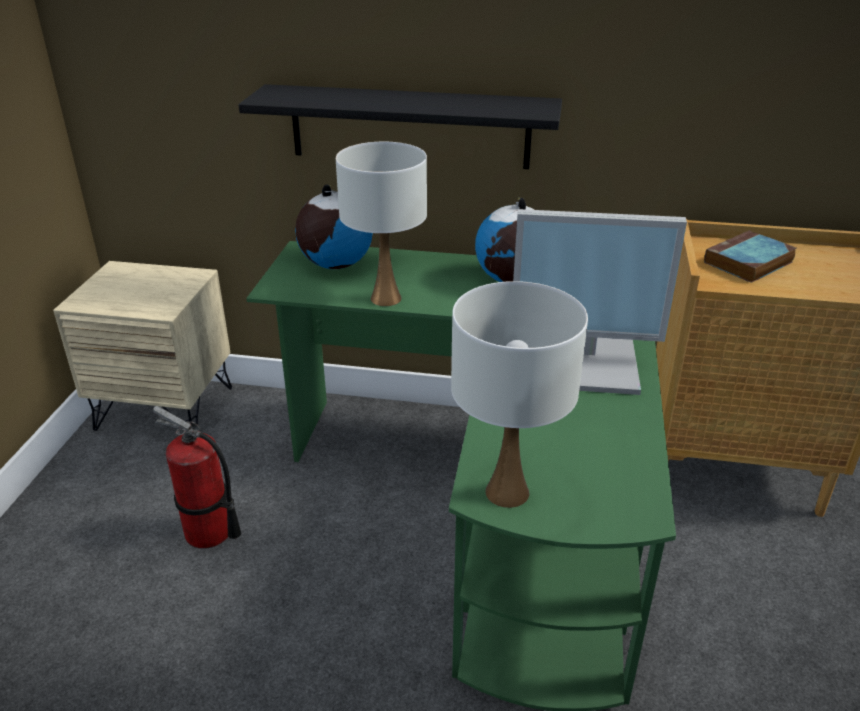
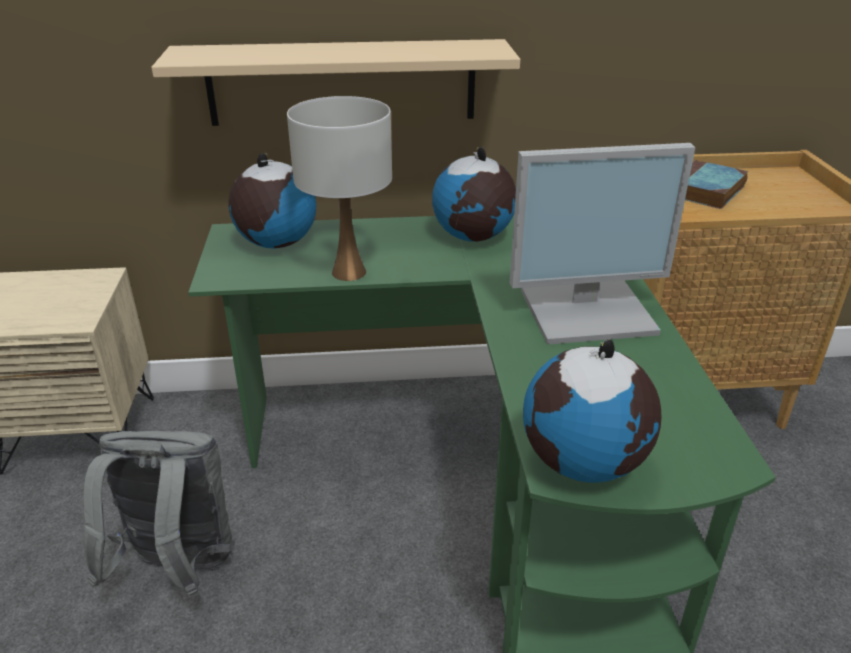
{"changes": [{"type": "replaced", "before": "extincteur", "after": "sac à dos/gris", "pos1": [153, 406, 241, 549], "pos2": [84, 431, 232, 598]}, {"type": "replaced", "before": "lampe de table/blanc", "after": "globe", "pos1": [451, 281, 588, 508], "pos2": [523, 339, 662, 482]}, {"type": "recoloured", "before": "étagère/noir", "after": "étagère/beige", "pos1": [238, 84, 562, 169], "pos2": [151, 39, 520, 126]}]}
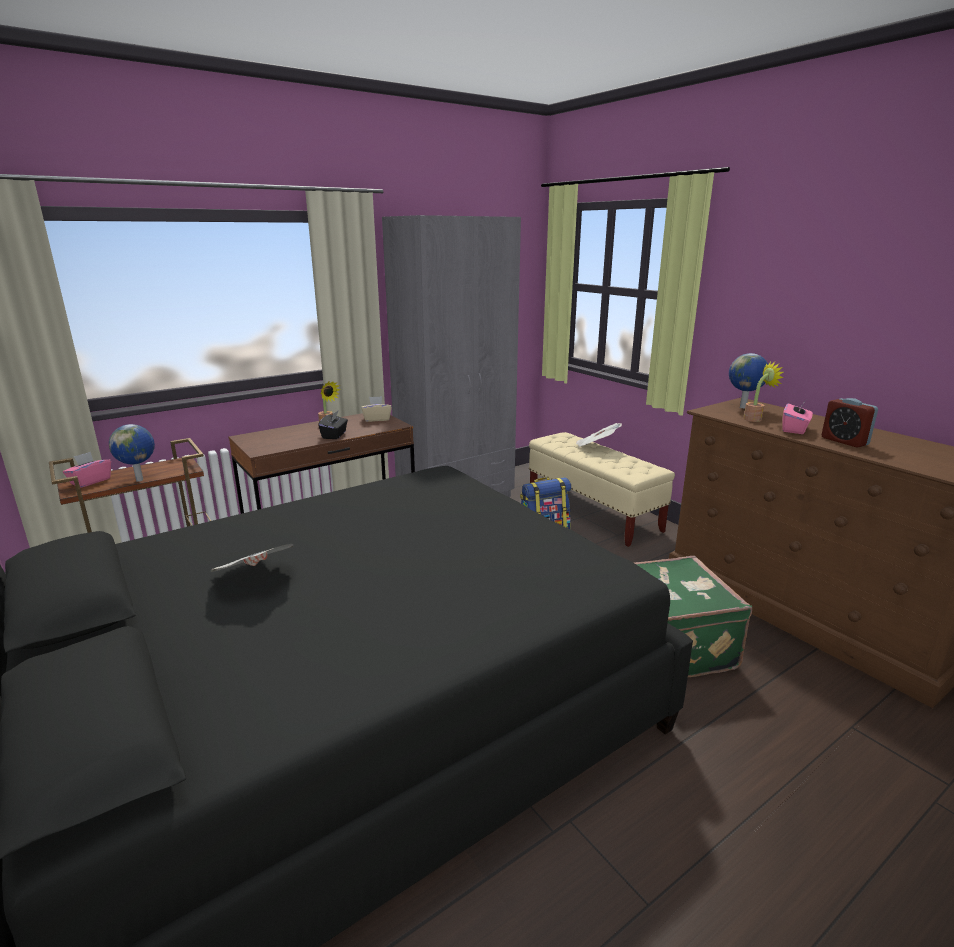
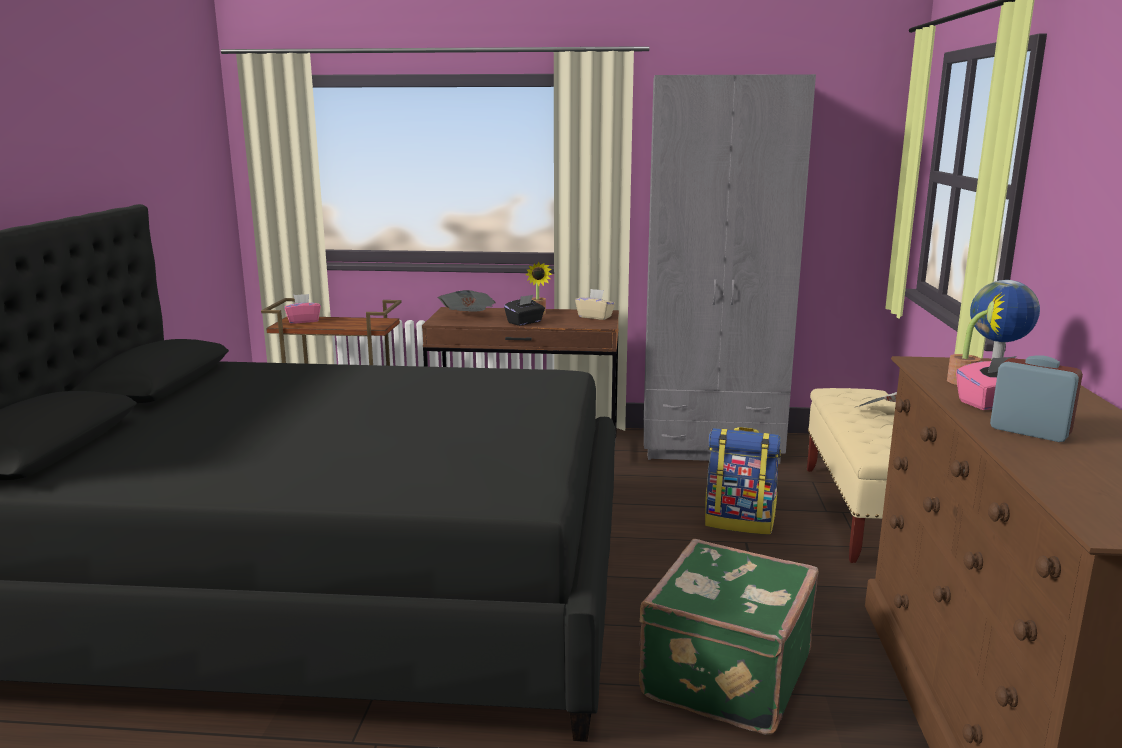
{"changes": [{"type": "removed", "before": "globe", "pos1": [109, 424, 155, 482]}, {"type": "moved", "before": "journal", "pos1": [210, 544, 294, 572], "pos2": [437, 290, 496, 312]}, {"type": "turned", "before": "réveil", "pos1": [822, 398, 878, 448], "pos2": [990, 355, 1083, 442], "turn": 120}]}
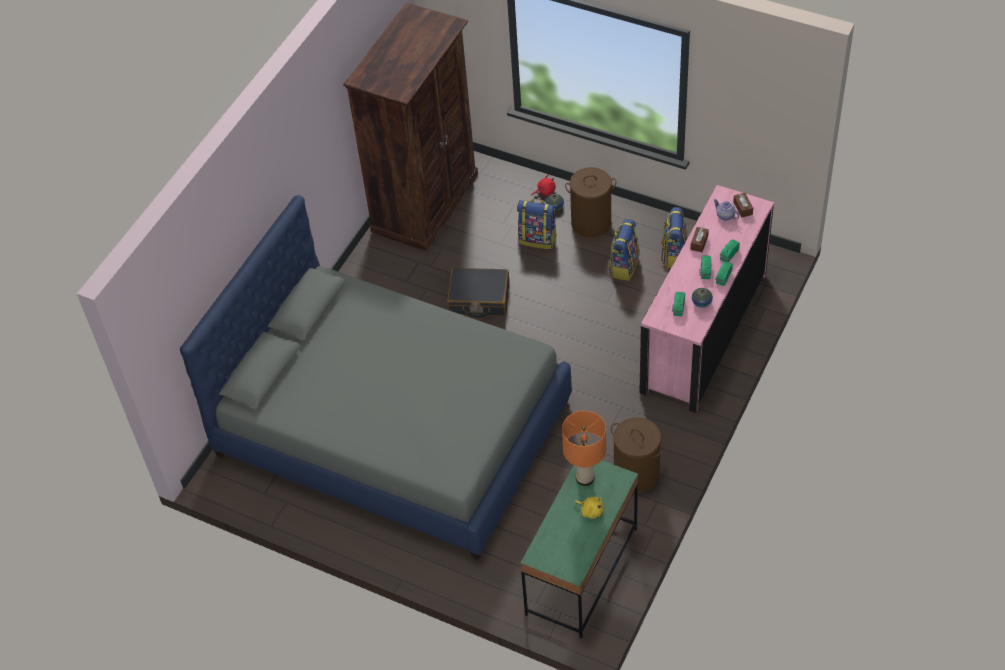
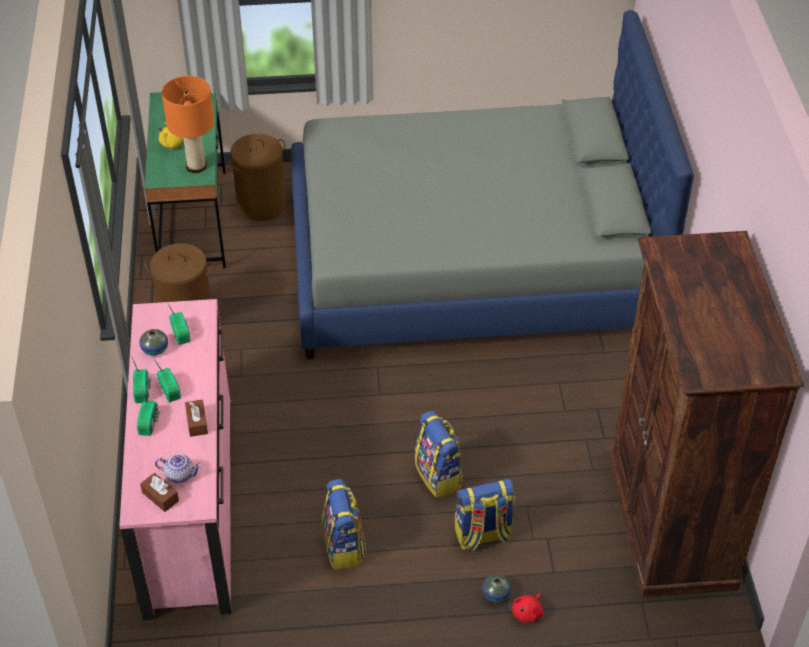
{"changes": [{"type": "removed", "before": "valise/noir", "pos1": [447, 267, 510, 318]}, {"type": "moved", "before": "panier à linge/marron", "pos1": [565, 167, 617, 237], "pos2": [228, 134, 286, 221]}, {"type": "moved", "before": "sac à dos", "pos1": [661, 207, 688, 268], "pos2": [415, 411, 463, 498]}]}
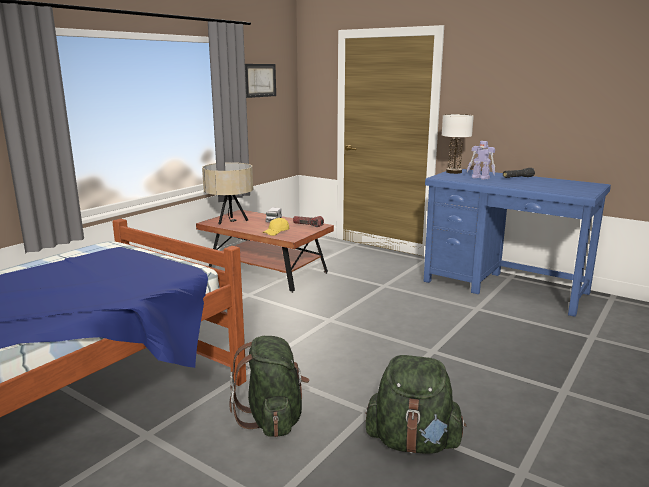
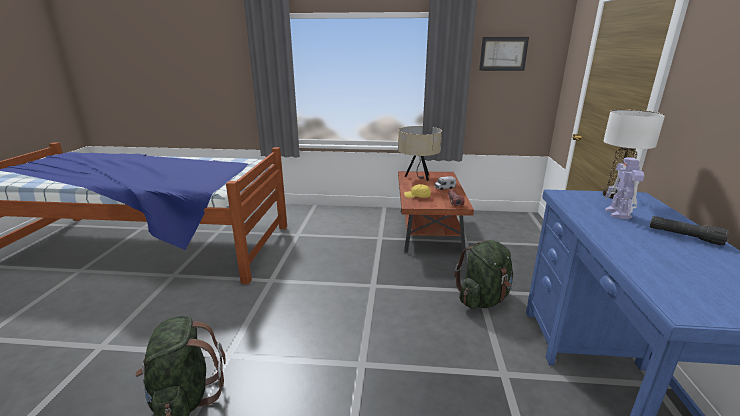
{"changes": [{"type": "moved", "before": "sac à dos/vert", "pos1": [229, 336, 309, 437], "pos2": [454, 240, 513, 309]}]}
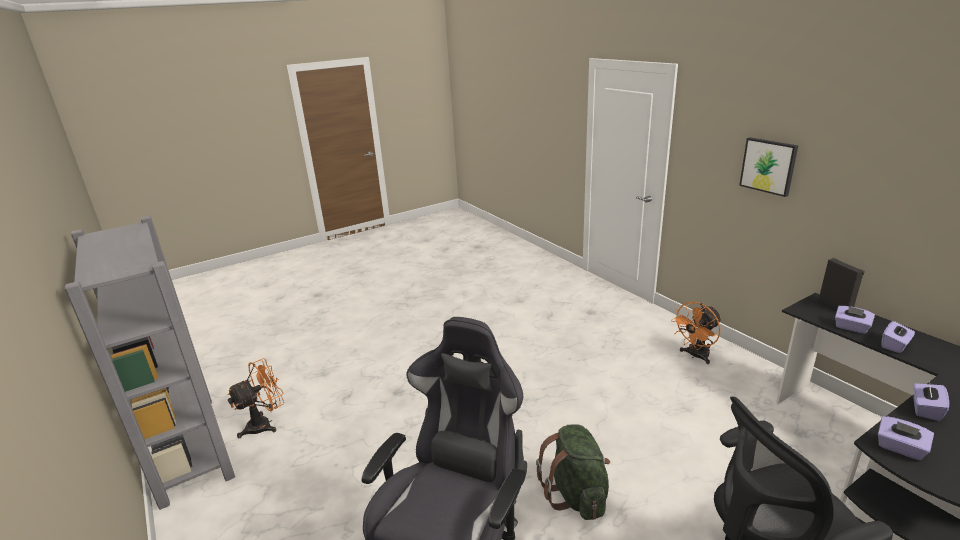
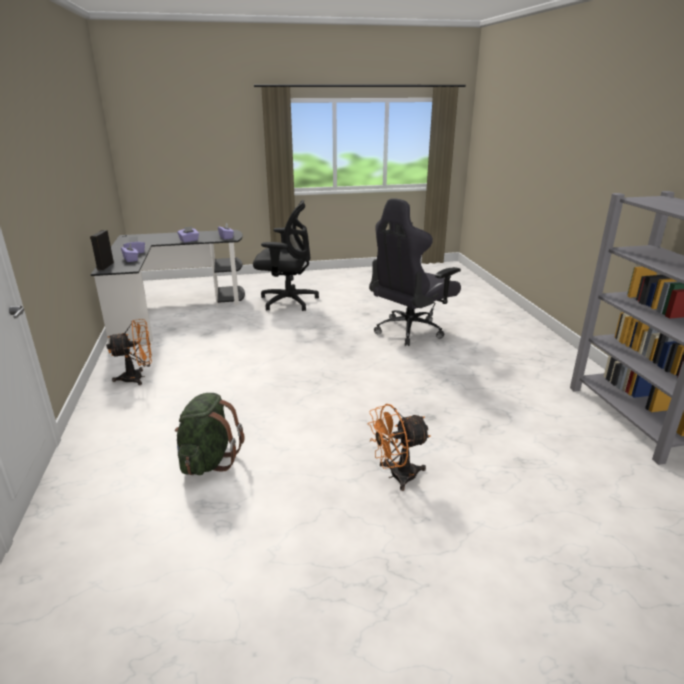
{"changes": [{"type": "removed", "before": "tableau", "pos1": [739, 137, 798, 197]}, {"type": "moved", "before": "ventilateur/orange", "pos1": [227, 358, 284, 438], "pos2": [368, 404, 430, 491]}, {"type": "moved", "before": "sac à dos/vert", "pos1": [536, 424, 610, 520], "pos2": [175, 393, 245, 475]}]}
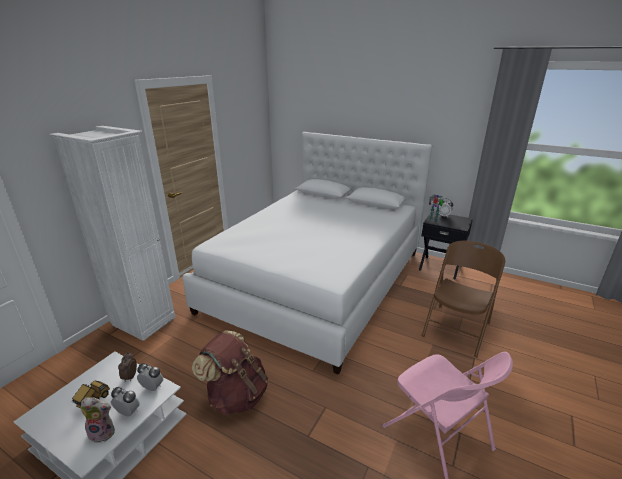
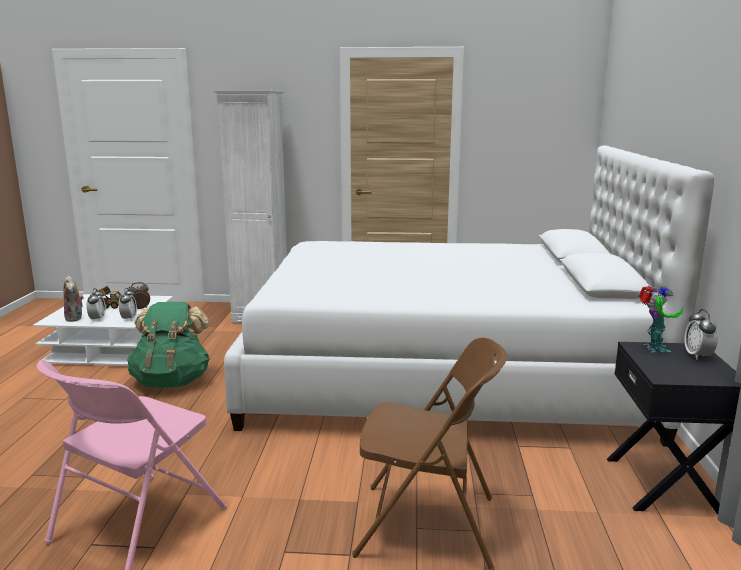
{"changes": [{"type": "recoloured", "before": "sac à dos/marron", "after": "sac à dos/vert", "pos1": [192, 331, 268, 416], "pos2": [127, 302, 210, 388]}]}
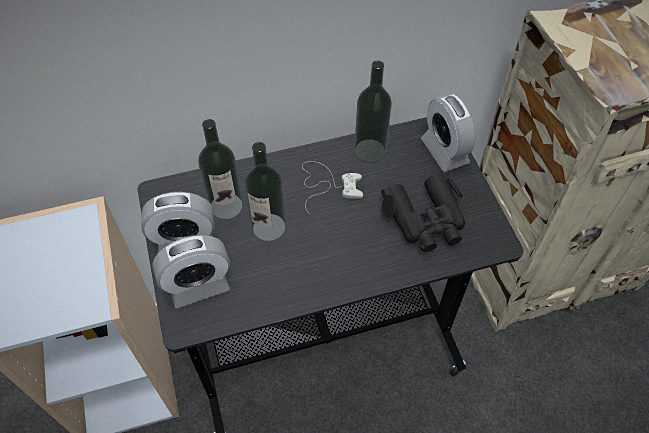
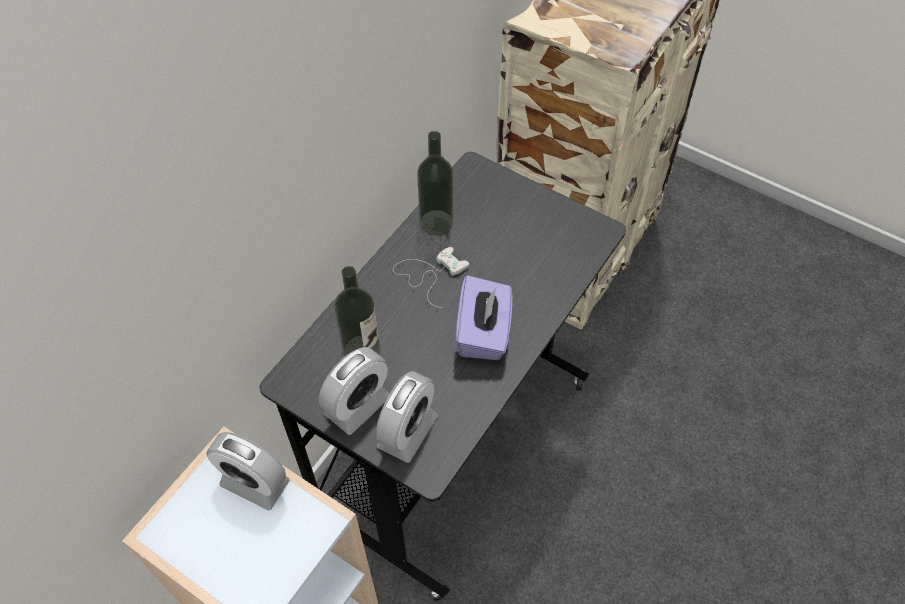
{"changes": [{"type": "removed", "before": "bouteille", "pos1": [245, 142, 286, 242]}, {"type": "removed", "before": "jumelles/noir", "pos1": [381, 173, 465, 252]}, {"type": "added", "after": "boîte à mouchoirs/violet", "pos2": [455, 275, 512, 360]}, {"type": "moved", "before": "réveil", "pos1": [421, 93, 476, 172], "pos2": [206, 432, 290, 511]}]}
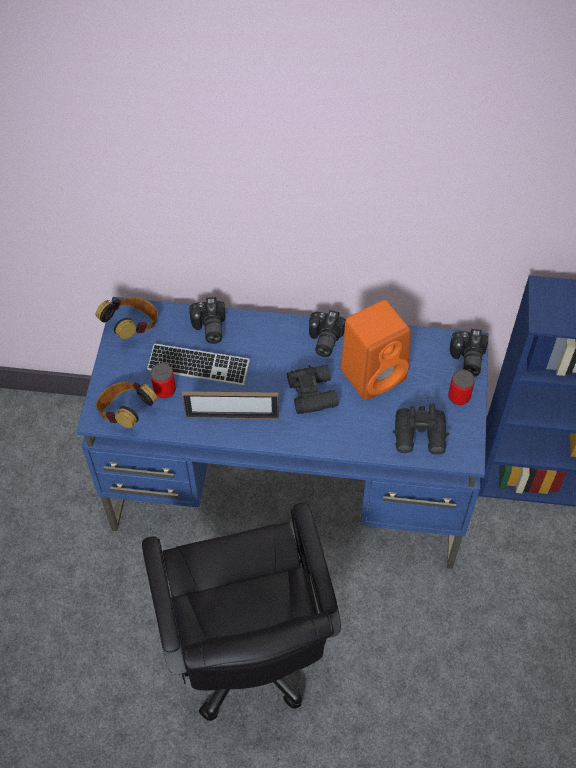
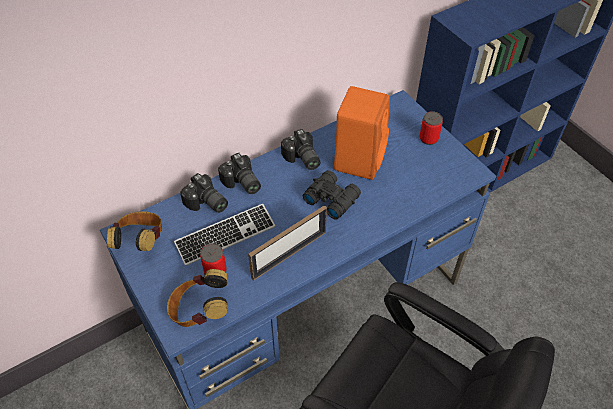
{"changes": [{"type": "removed", "before": "jumelles/noir", "pos1": [393, 404, 449, 455]}, {"type": "moved", "before": "appareil photo", "pos1": [450, 329, 488, 377], "pos2": [218, 153, 261, 194]}]}
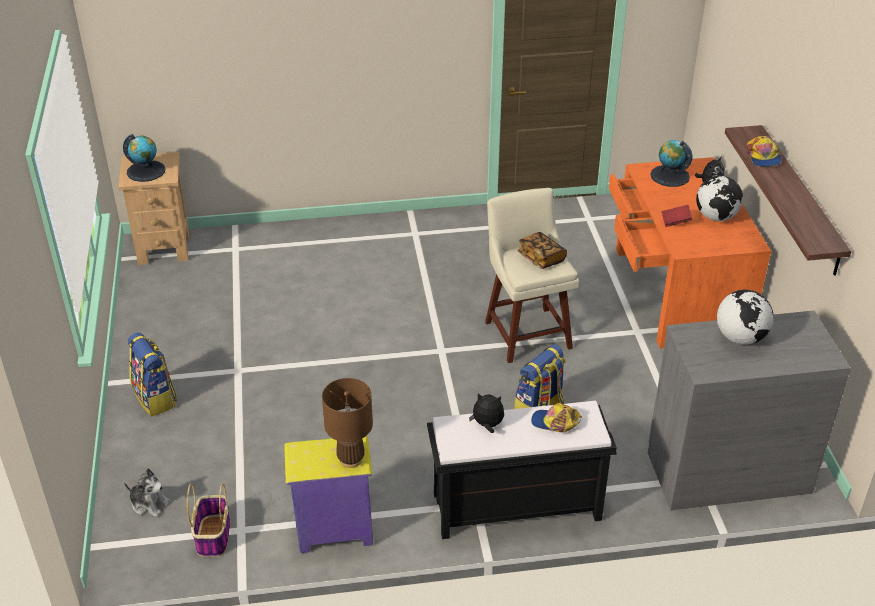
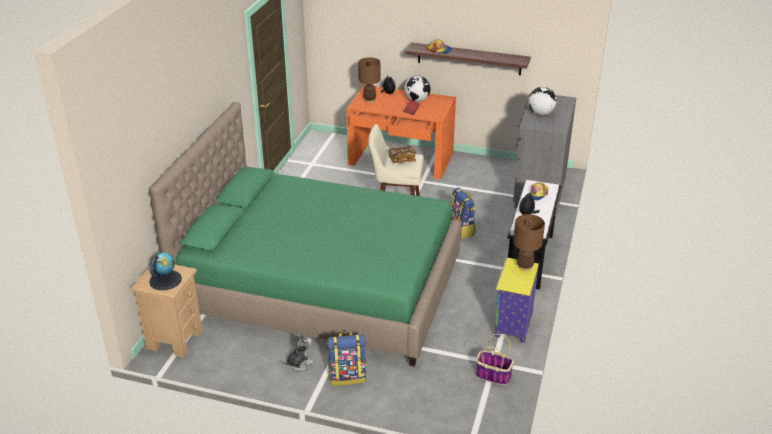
{"changes": [{"type": "added", "after": "lit/vert", "pos2": [149, 102, 461, 366]}, {"type": "moved", "before": "peluche", "pos1": [124, 468, 171, 517], "pos2": [284, 335, 313, 371]}, {"type": "replaced", "before": "globe", "after": "lampe de table/marron", "pos1": [650, 140, 692, 187], "pos2": [358, 57, 381, 103]}]}
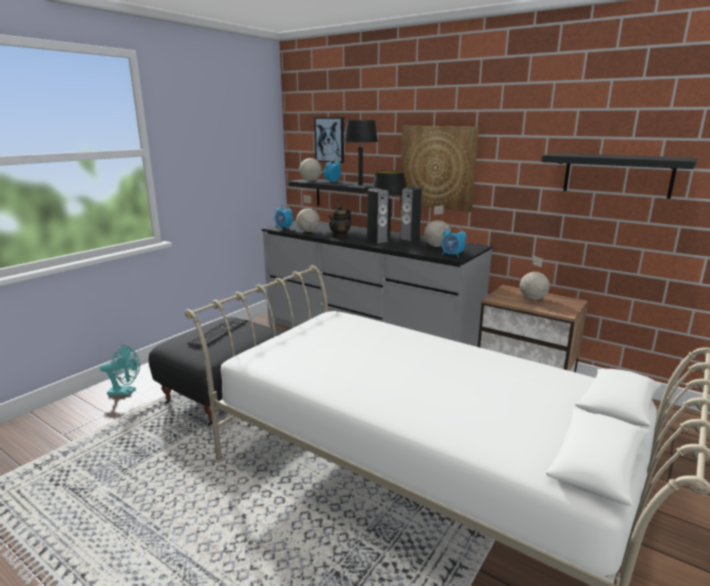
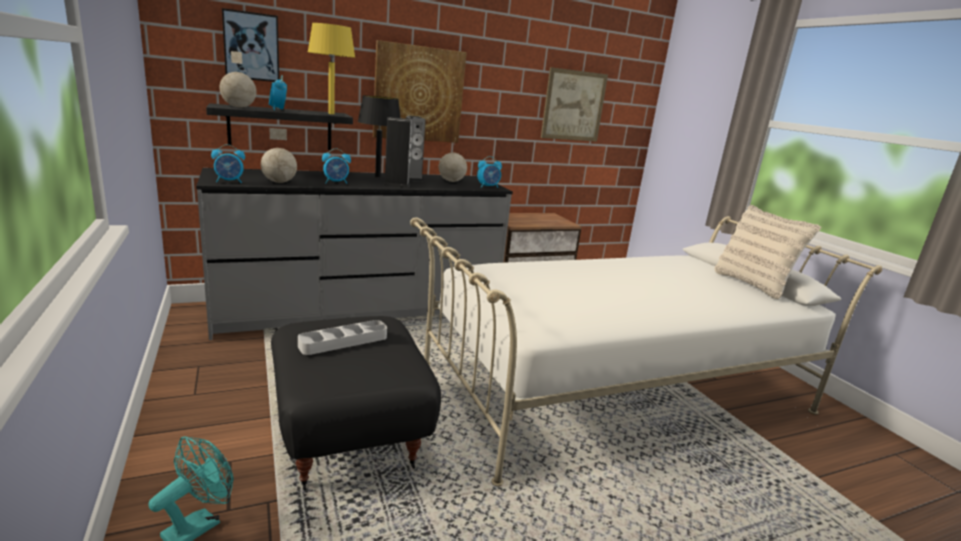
{"changes": [{"type": "removed", "before": "globe", "pos1": [520, 256, 550, 300]}, {"type": "added", "after": "coussin/beige", "pos2": [714, 205, 821, 299]}, {"type": "replaced", "before": "clavier", "after": "plateau/gris", "pos1": [187, 317, 248, 347], "pos2": [298, 320, 387, 355]}, {"type": "replaced", "before": "théière", "after": "réveil", "pos1": [328, 205, 351, 238], "pos2": [322, 148, 351, 184]}, {"type": "replaced", "before": "étagère/noir", "after": "tableau", "pos1": [542, 153, 697, 199], "pos2": [541, 67, 608, 142]}, {"type": "recoloured", "before": "lampe de table/noir", "after": "lampe de table/jaune", "pos1": [343, 120, 378, 186], "pos2": [308, 23, 355, 114]}]}
